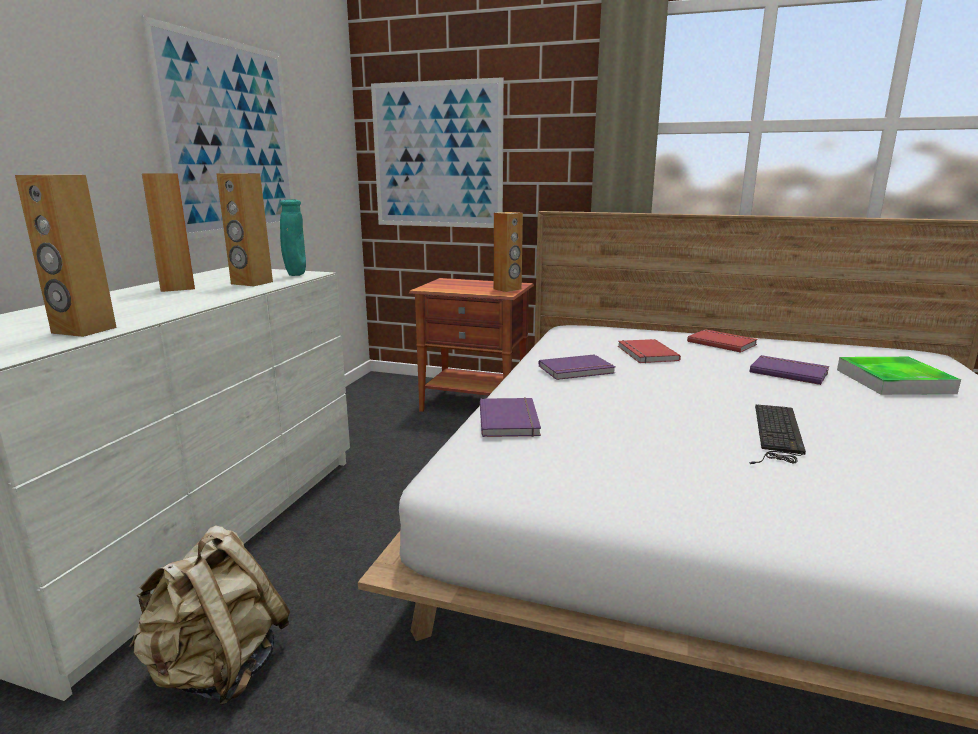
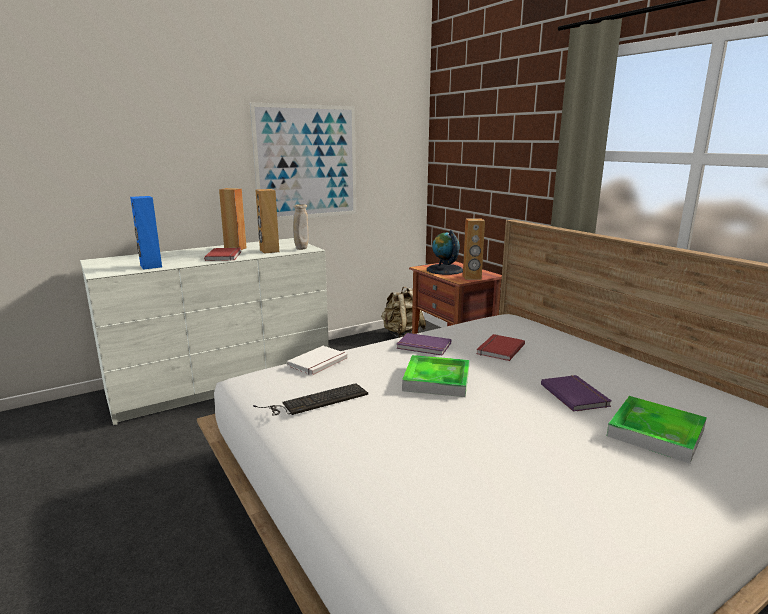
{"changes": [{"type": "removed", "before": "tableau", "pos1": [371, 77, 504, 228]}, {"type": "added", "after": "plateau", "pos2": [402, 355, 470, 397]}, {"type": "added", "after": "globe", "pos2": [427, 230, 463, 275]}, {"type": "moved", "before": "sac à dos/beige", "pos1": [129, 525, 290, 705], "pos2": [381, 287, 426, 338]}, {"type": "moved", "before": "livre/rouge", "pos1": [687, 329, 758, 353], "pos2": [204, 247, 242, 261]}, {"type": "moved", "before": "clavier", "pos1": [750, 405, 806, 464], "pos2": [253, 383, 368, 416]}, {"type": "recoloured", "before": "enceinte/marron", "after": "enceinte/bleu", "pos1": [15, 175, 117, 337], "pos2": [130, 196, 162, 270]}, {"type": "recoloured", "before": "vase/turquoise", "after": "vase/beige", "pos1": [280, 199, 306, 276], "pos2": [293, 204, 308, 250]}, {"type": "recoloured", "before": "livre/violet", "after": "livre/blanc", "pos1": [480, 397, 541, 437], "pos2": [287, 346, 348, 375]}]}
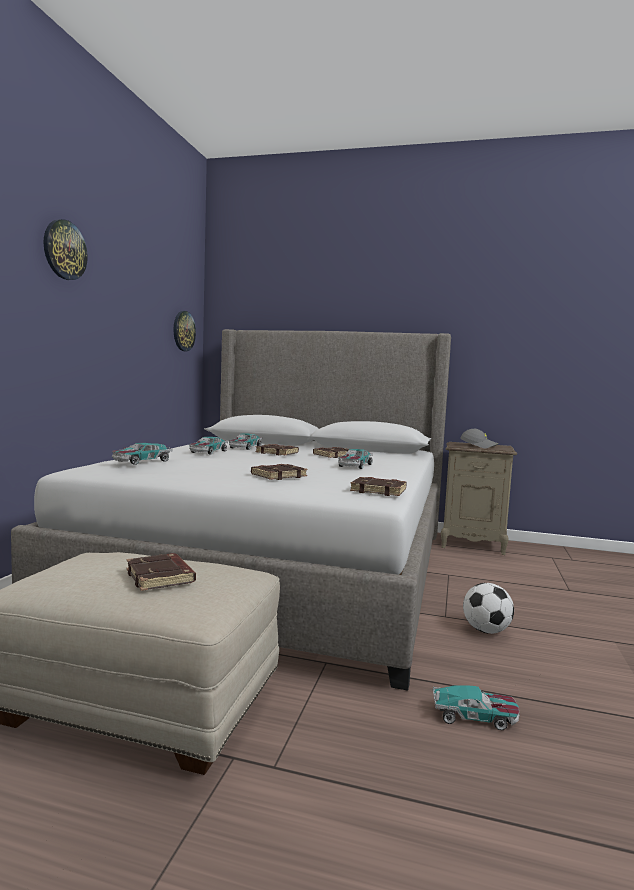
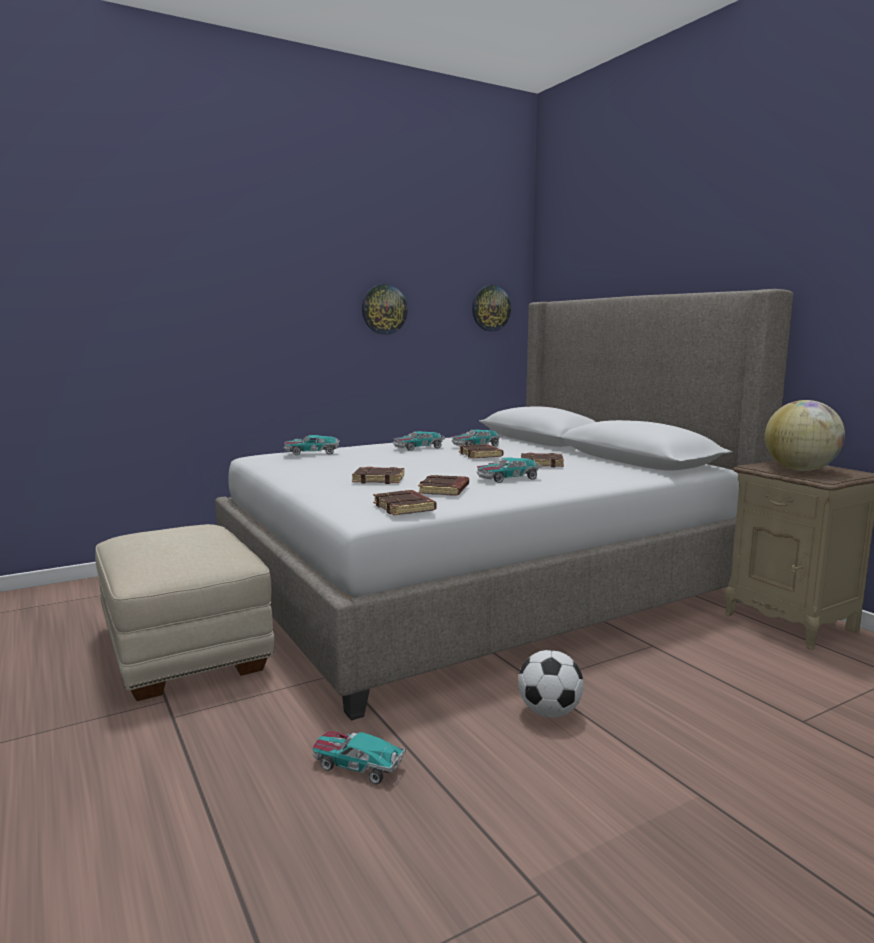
{"changes": [{"type": "moved", "before": "horloge murale", "pos1": [44, 219, 88, 280], "pos2": [362, 284, 408, 334]}, {"type": "moved", "before": "livre/marron", "pos1": [126, 553, 196, 591], "pos2": [418, 475, 469, 496]}, {"type": "replaced", "before": "casquette/gris", "after": "globe", "pos1": [460, 429, 499, 448], "pos2": [765, 400, 845, 471]}, {"type": "turned", "before": "petite voiture", "pos1": [433, 685, 520, 730], "pos2": [313, 730, 406, 784], "turn": 150}]}
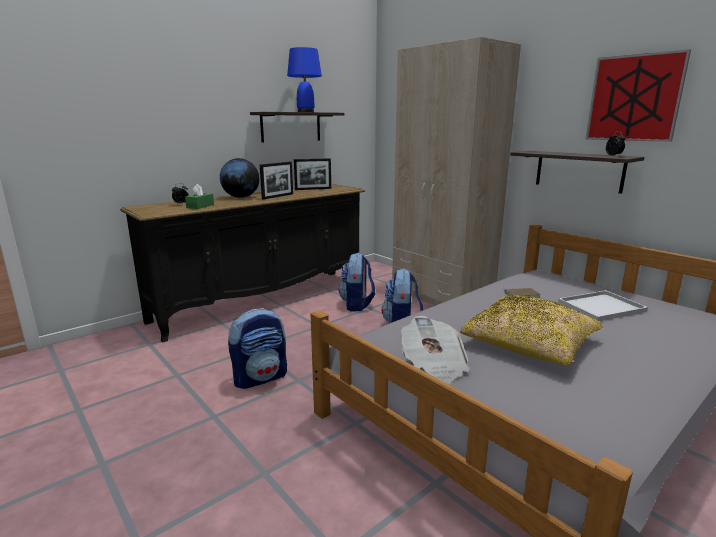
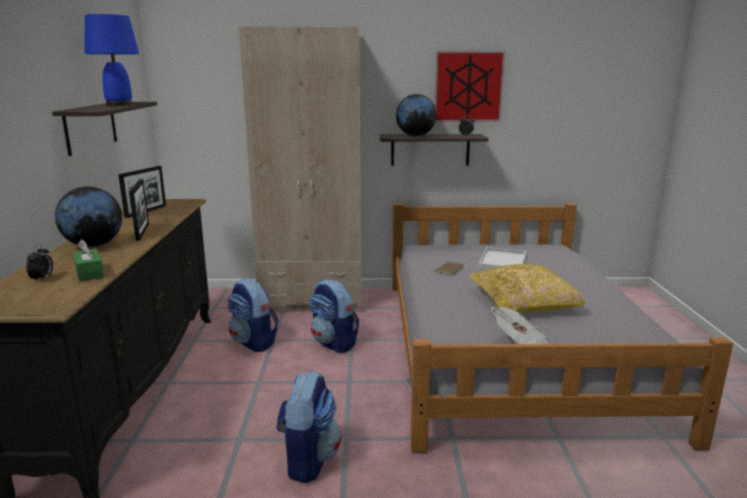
{"changes": [{"type": "added", "after": "globe", "pos2": [396, 94, 437, 136]}]}
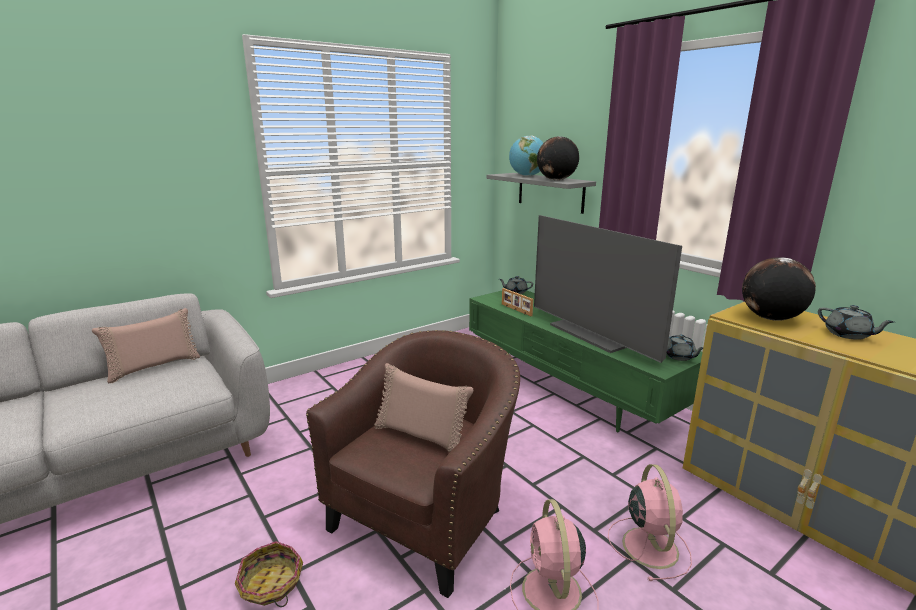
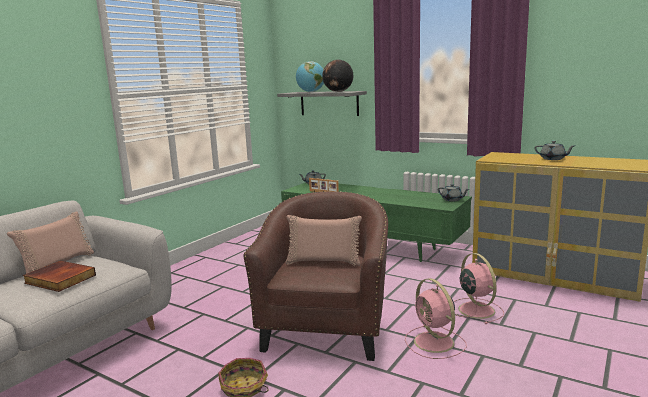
{"changes": [{"type": "removed", "before": "téléviseur", "pos1": [534, 215, 682, 363]}, {"type": "removed", "before": "globe", "pos1": [742, 257, 816, 321]}, {"type": "added", "after": "livre", "pos2": [23, 261, 96, 292]}]}
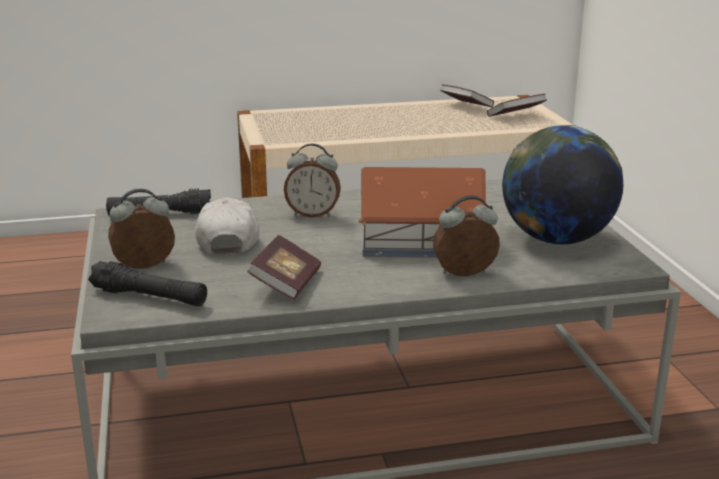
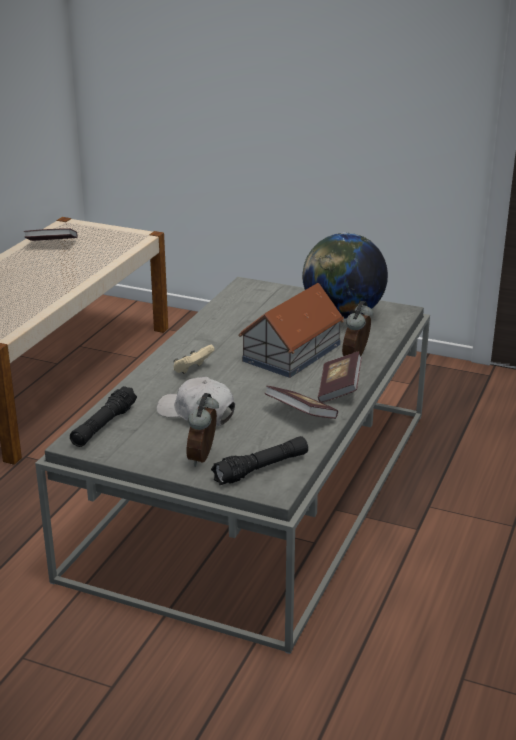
{"changes": [{"type": "moved", "before": "livre", "pos1": [487, 94, 547, 117], "pos2": [318, 351, 362, 403]}, {"type": "replaced", "before": "réveil", "after": "manette/beige", "pos1": [284, 143, 341, 218], "pos2": [173, 345, 215, 374]}]}
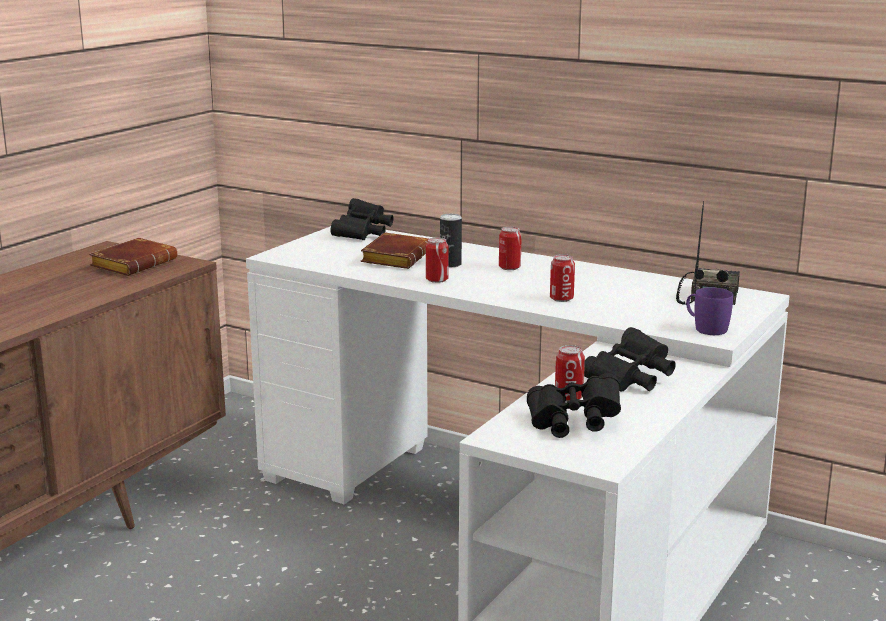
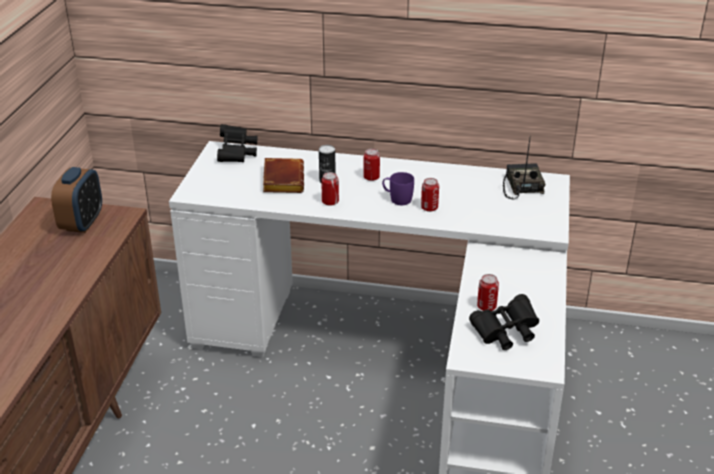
{"changes": [{"type": "removed", "before": "jumelles/noir", "pos1": [584, 327, 676, 391]}, {"type": "moved", "before": "mug/violet", "pos1": [686, 288, 733, 335], "pos2": [382, 172, 414, 205]}, {"type": "replaced", "before": "livre/marron", "after": "réveil", "pos1": [89, 238, 177, 276], "pos2": [51, 167, 102, 233]}]}
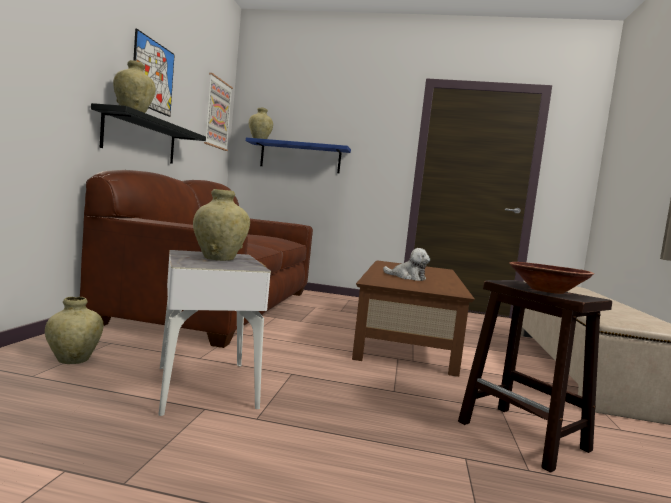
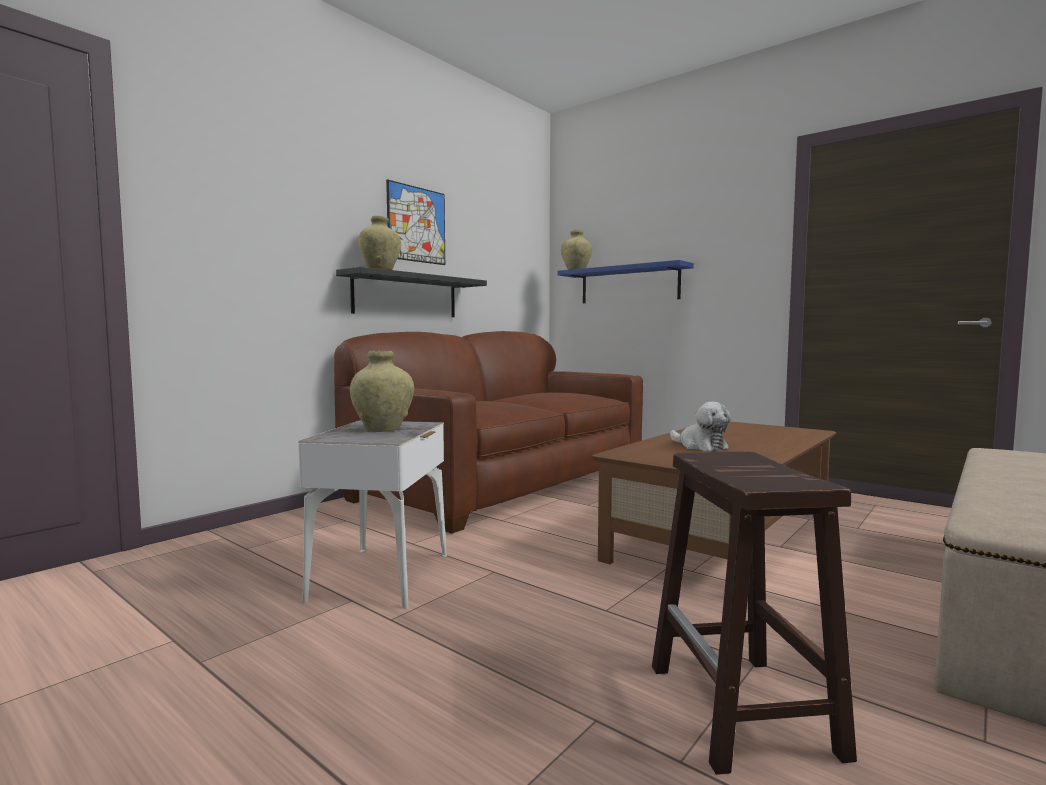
{"changes": [{"type": "removed", "before": "vase/beige", "pos1": [45, 297, 104, 364]}, {"type": "removed", "before": "tableau", "pos1": [204, 73, 233, 151]}, {"type": "removed", "before": "bol/marron", "pos1": [509, 262, 594, 294]}]}
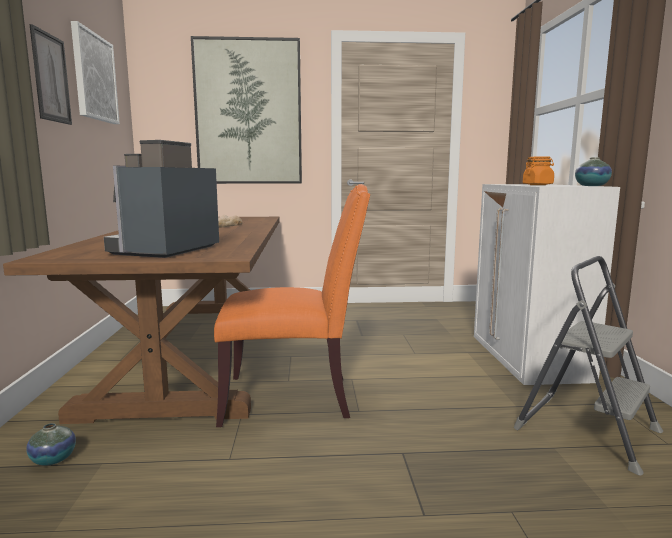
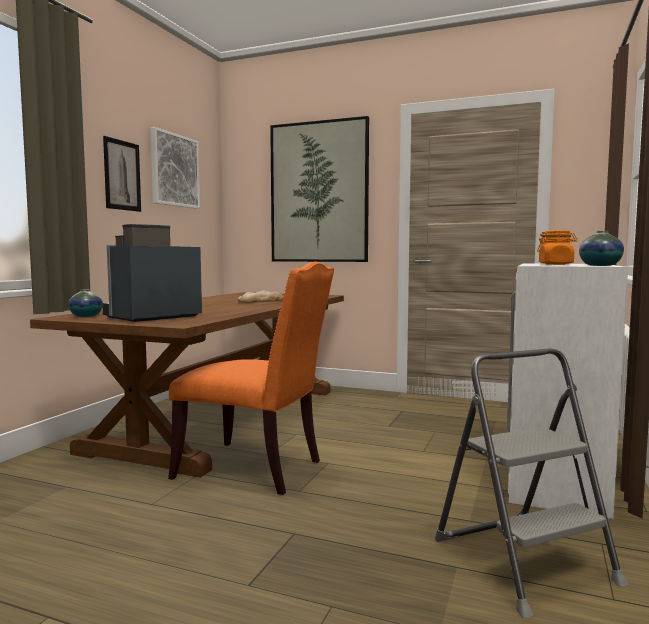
{"changes": [{"type": "moved", "before": "vase", "pos1": [26, 423, 76, 466], "pos2": [68, 289, 103, 317]}]}
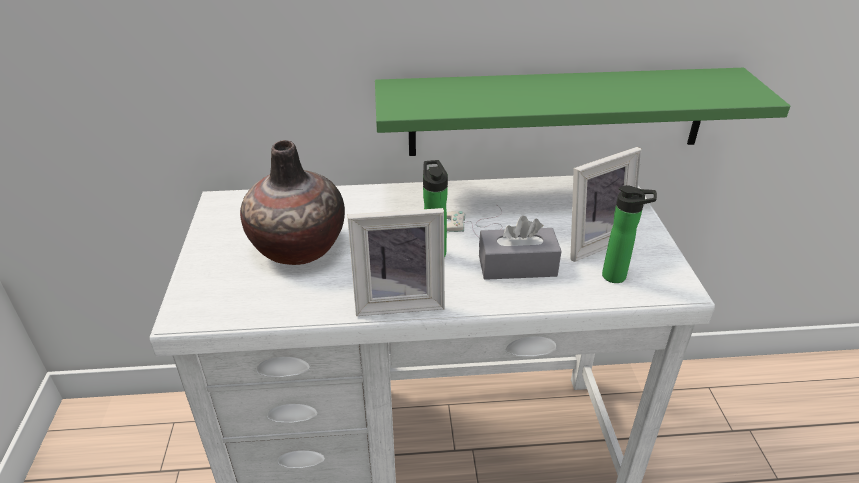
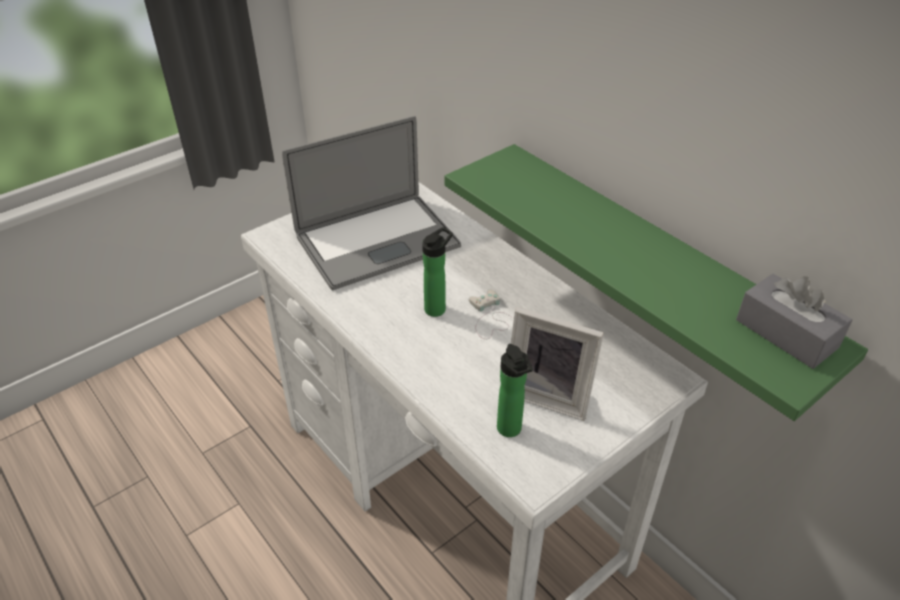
{"changes": [{"type": "removed", "before": "cadre photo", "pos1": [347, 208, 445, 316]}, {"type": "moved", "before": "boîte à mouchoirs/gris", "pos1": [479, 216, 562, 280], "pos2": [736, 274, 852, 369]}, {"type": "replaced", "before": "vase", "after": "ordinateur portable", "pos1": [240, 140, 345, 265], "pos2": [282, 116, 461, 290]}]}
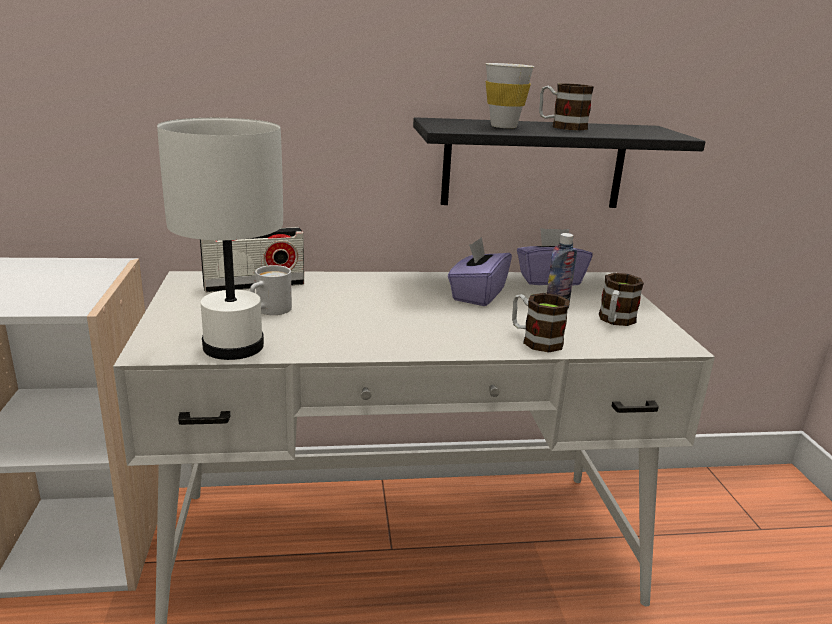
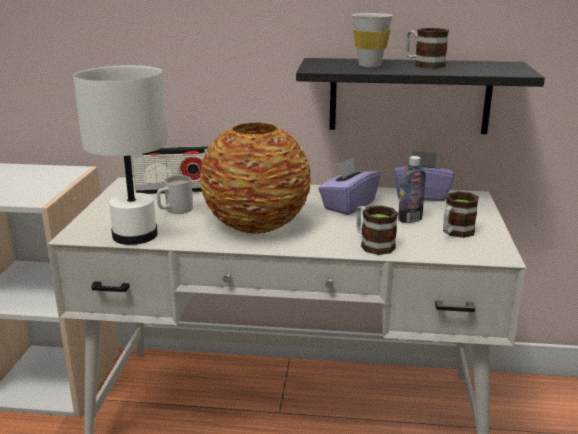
{"changes": [{"type": "added", "after": "vase", "pos2": [200, 123, 311, 234]}]}
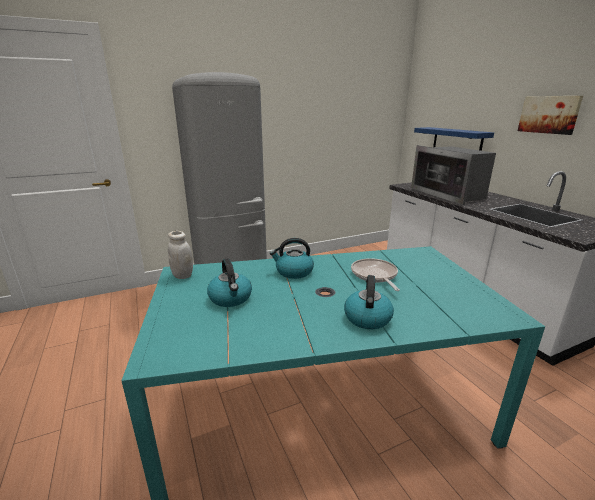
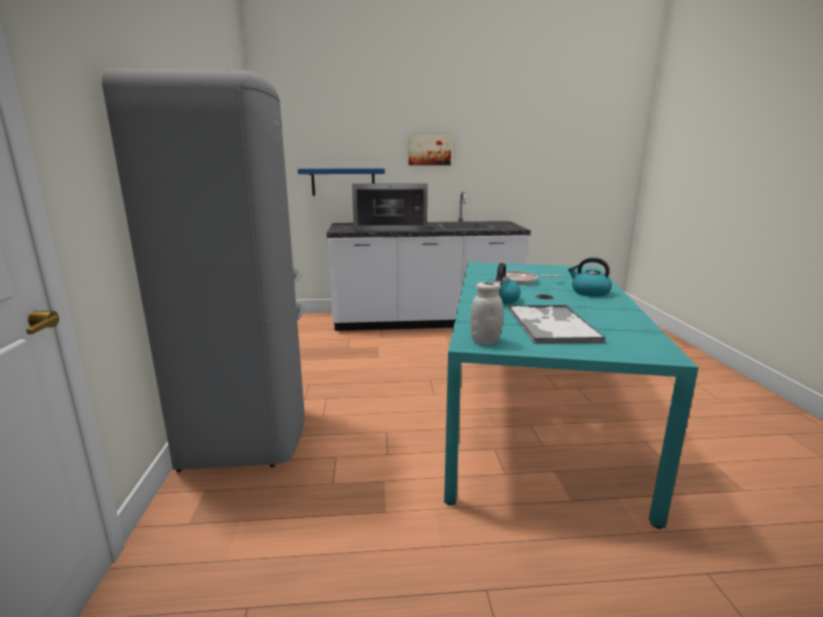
{"changes": [{"type": "replaced", "before": "bouilloire", "after": "plateau", "pos1": [207, 259, 252, 307], "pos2": [509, 305, 606, 344]}]}
